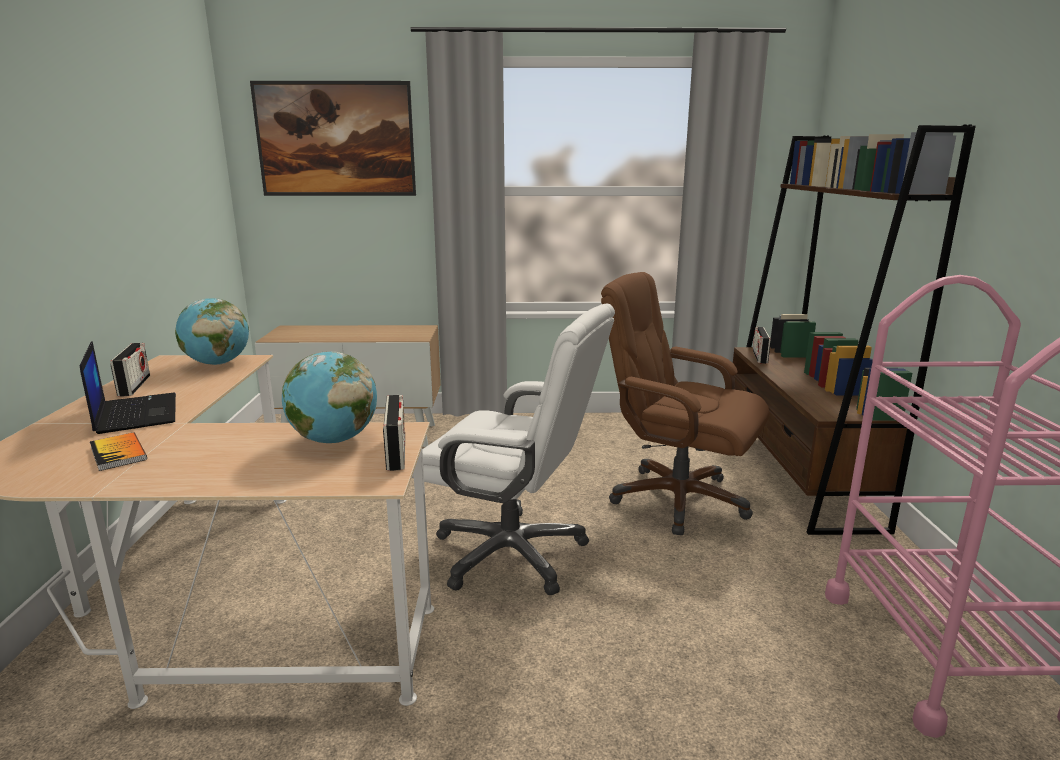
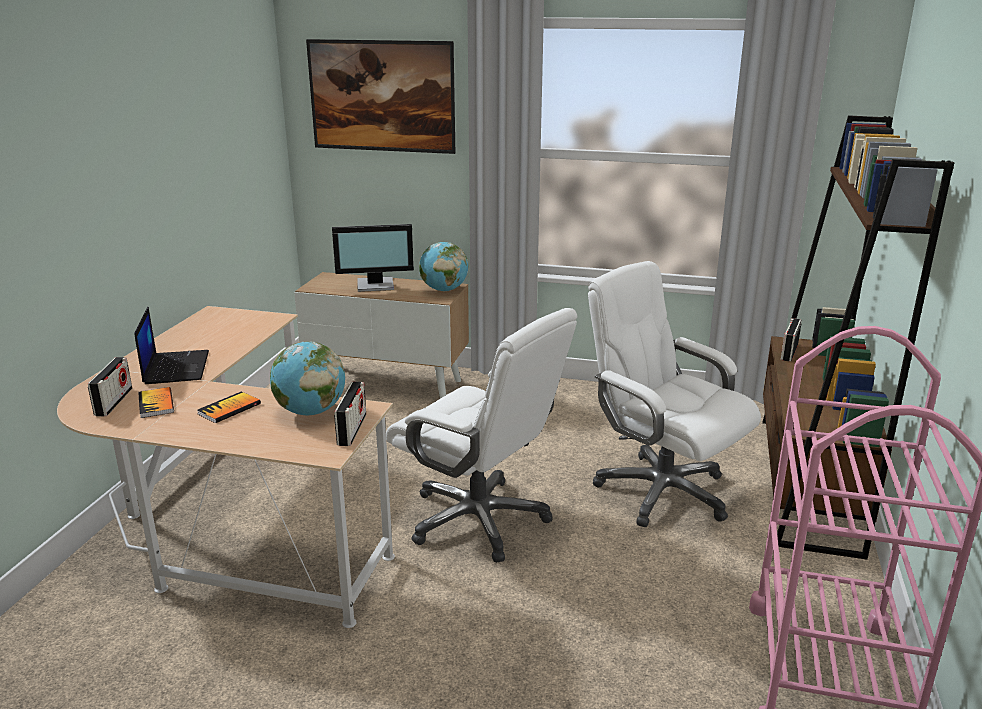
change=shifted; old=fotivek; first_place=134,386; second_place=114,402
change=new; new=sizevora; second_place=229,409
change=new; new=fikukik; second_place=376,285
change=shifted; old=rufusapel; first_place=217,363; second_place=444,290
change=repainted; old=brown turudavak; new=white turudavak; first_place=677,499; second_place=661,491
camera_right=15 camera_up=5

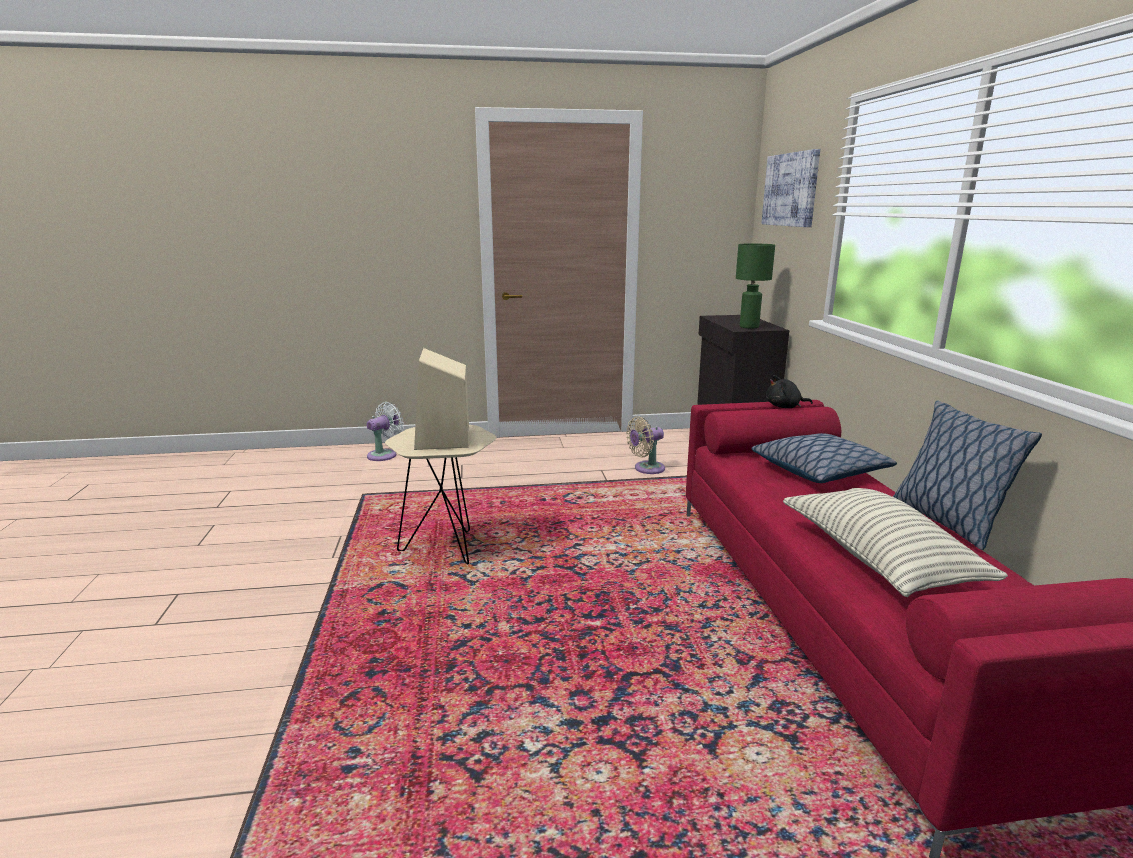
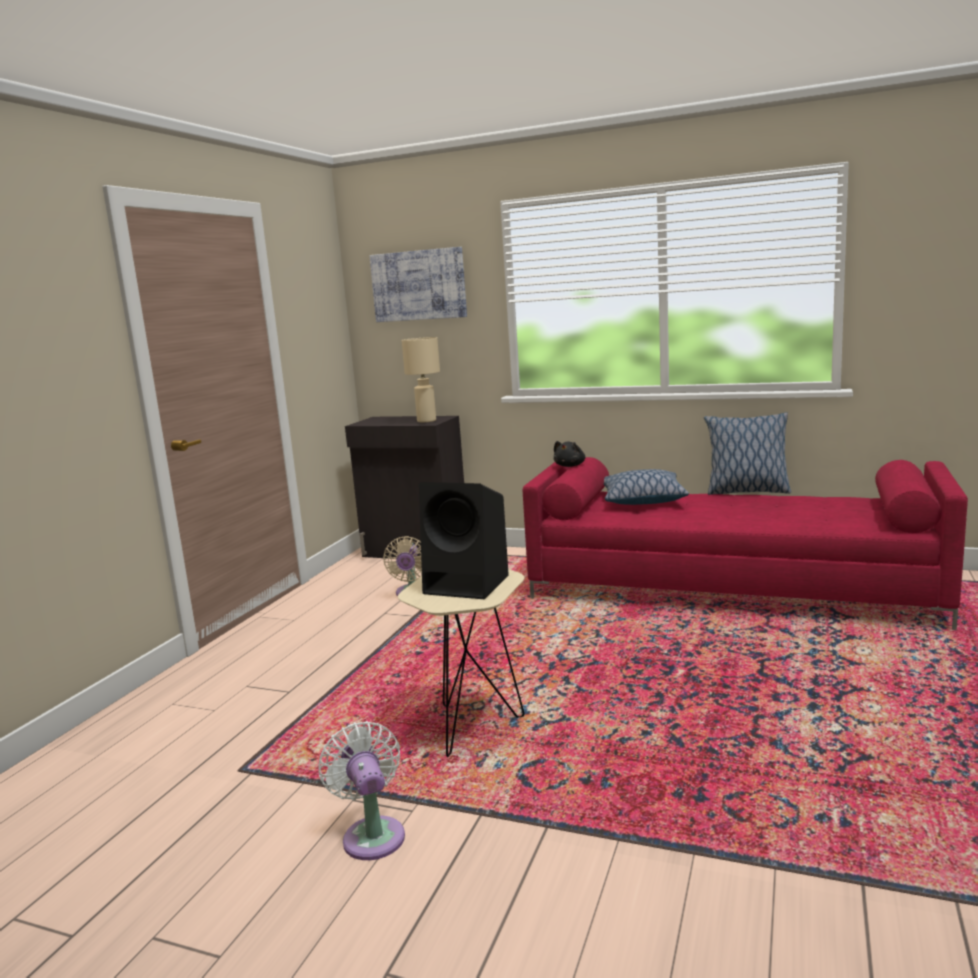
change=shifted; old=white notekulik; first_place=384,454; second_place=372,834
change=repainted; old=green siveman; new=beige siveman; first_place=749,327; second_place=427,421
change=repainted; old=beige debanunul; new=black debanunul; first_place=443,440; second_place=469,584
change=gone; old=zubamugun; first_place=878,560
camera_right=-60 camera_up=-5

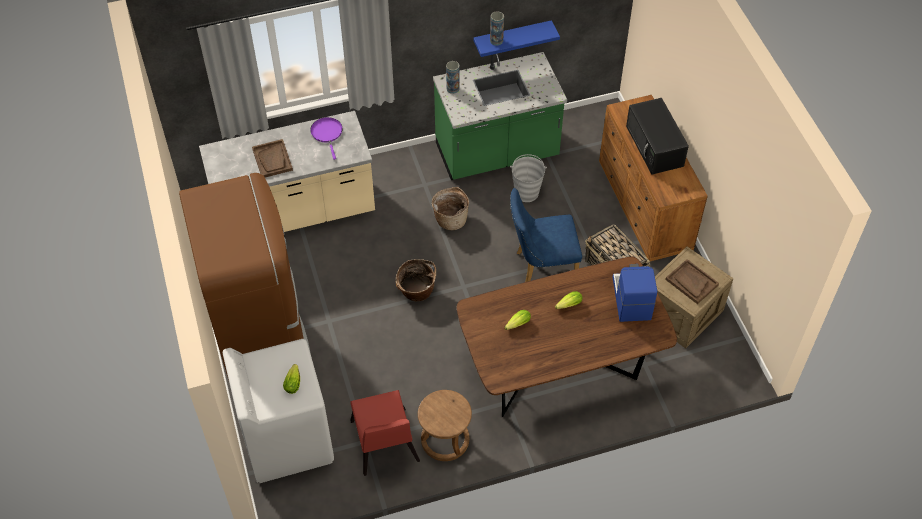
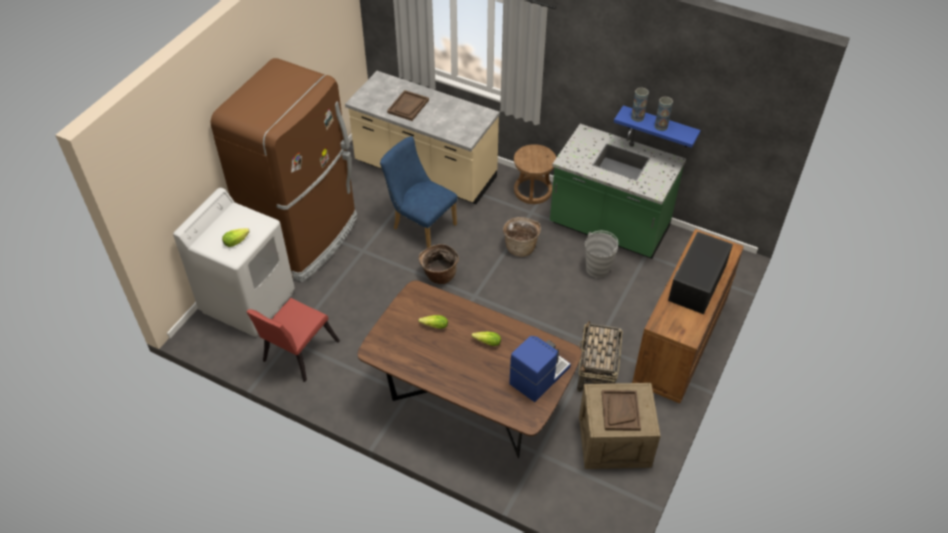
change=shifted; old=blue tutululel; first_place=541,266; second_place=420,225
change=shifted; old=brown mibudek; first_place=445,440; second_place=532,191
change=shifted; old=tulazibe; first_place=453,88; second_place=661,126
change=gone; old=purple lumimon; first_place=327,134
camera_right=45 camera_up=-5

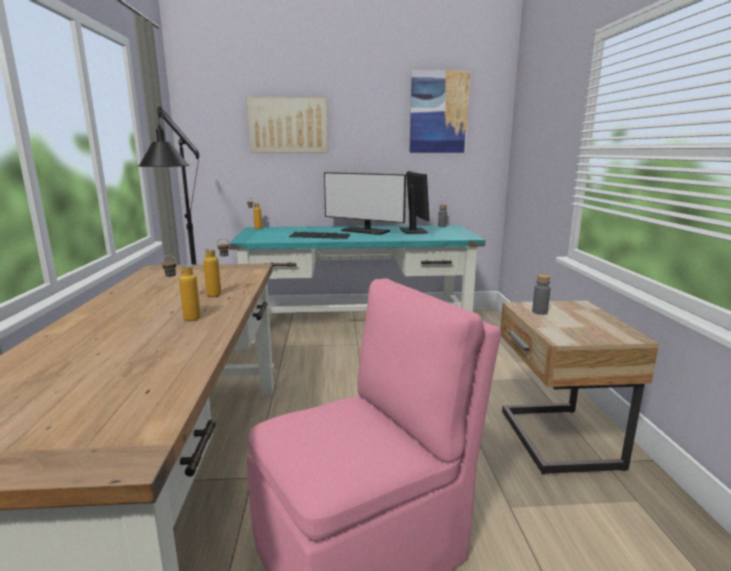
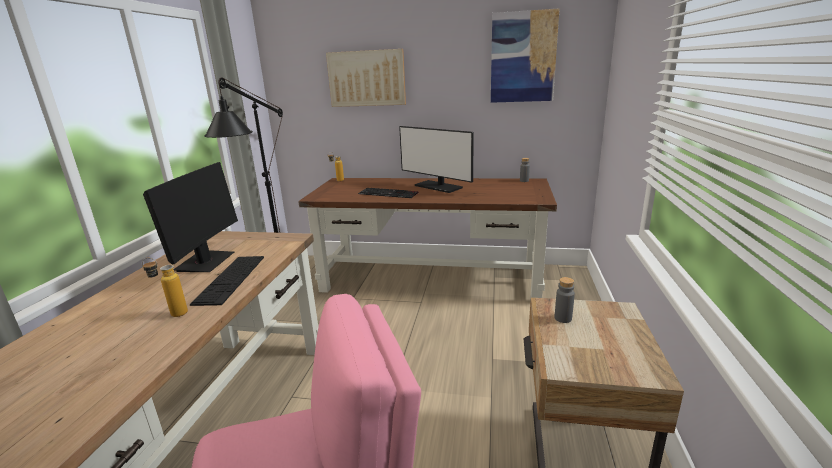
change=shifted; old=fikukik; first_place=413,231; second_place=205,262
change=swapped; old=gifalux; new=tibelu; first_place=220,294; second_place=230,279
change=repainted; old=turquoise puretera; new=brown puretera; first_place=358,325; second_place=432,278
camera_right=15 camera_up=5

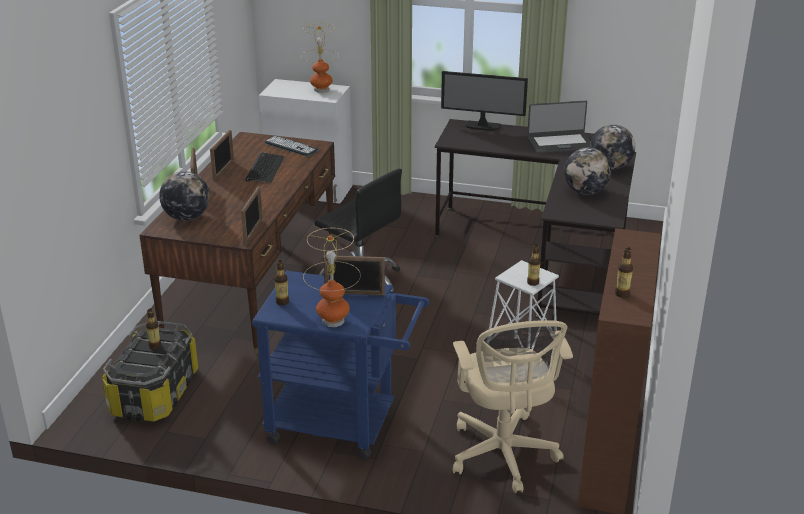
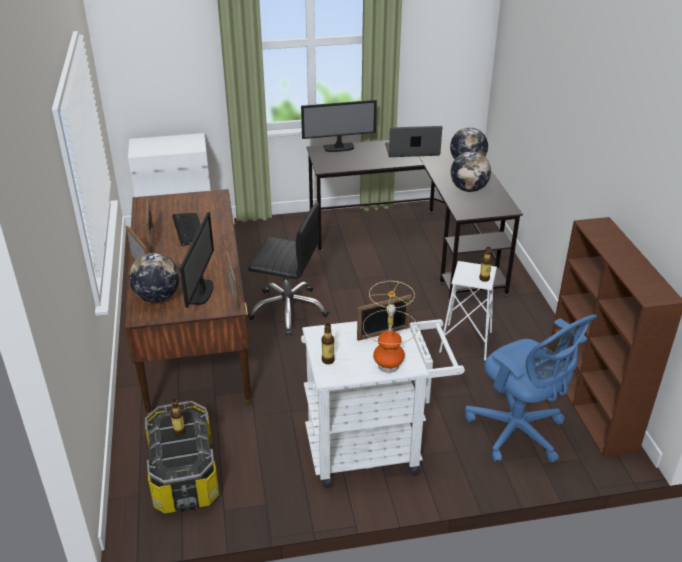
change=new; new=fikukik; second_place=202,292
change=repainted; old=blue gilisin; new=white gilisin; first_place=343,425; second_place=374,448
change=rotated; old=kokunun; first_place=560,143; second_place=412,150; degrees=-150
change=repainted; old=beige turudavak; new=blue turudavak; first_place=503,456; second_place=518,432
change=gone; old=tibelu; first_place=291,146
change=gone; old=siveman; first_place=321,89
change=gone; old=gifalux; first_place=622,294
camera_right=-25 camera_up=5

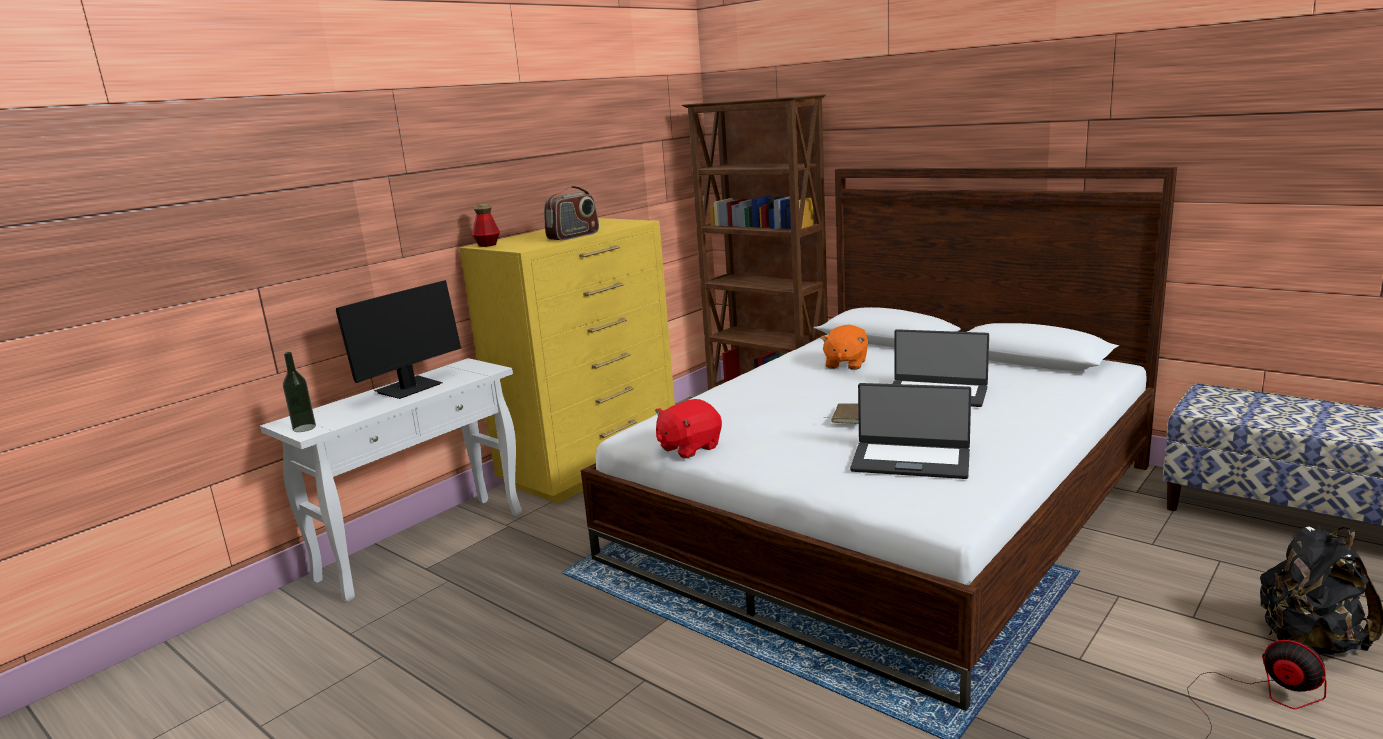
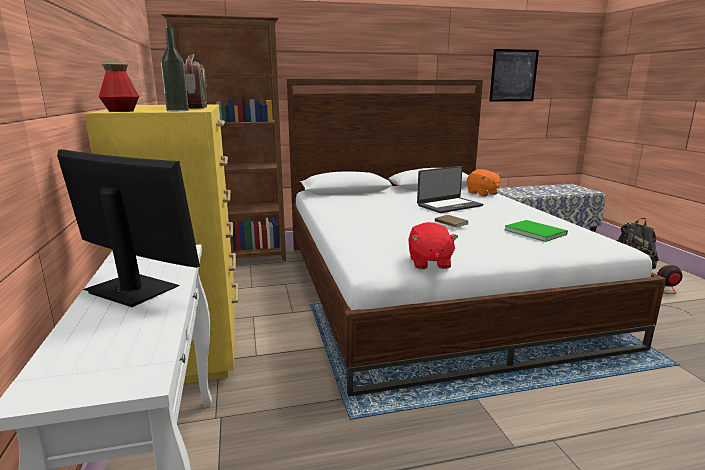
change=rotated; old=fikukik; first_place=409,388; second_place=132,290; degrees=-45
change=shifted; old=gifalux; first_place=304,428; second_place=177,110
change=shifted; old=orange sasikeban; first_place=845,364; second_place=482,193
change=new; new=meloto; second_place=513,75
change=swapped; old=kokunun; new=green sizevora; first_place=910,460; second_place=534,231
camera_right=-55 camera_up=0

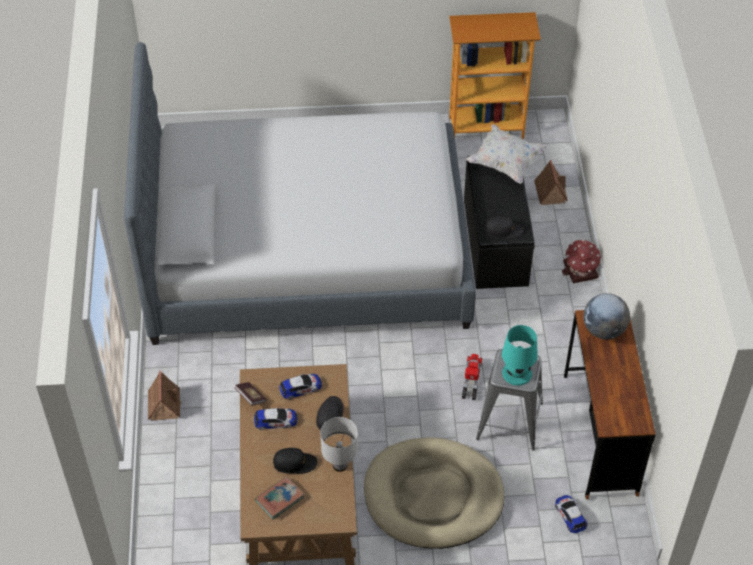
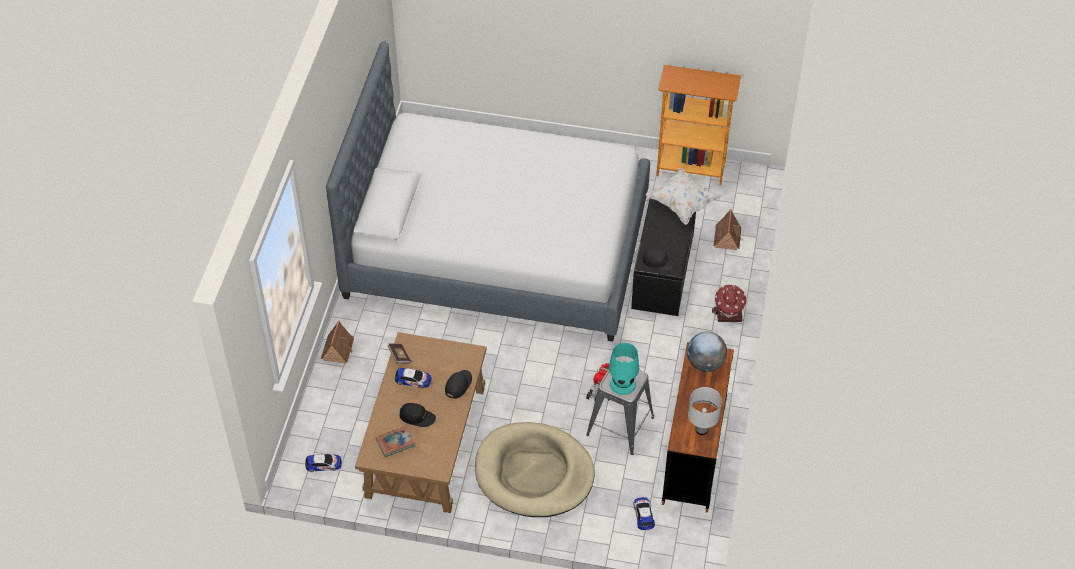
change=shifted; old=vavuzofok; first_place=301,388; second_place=323,464
change=shifted; old=white siveman; first_place=340,465; second_place=702,430
camera_right=15 camera_up=0

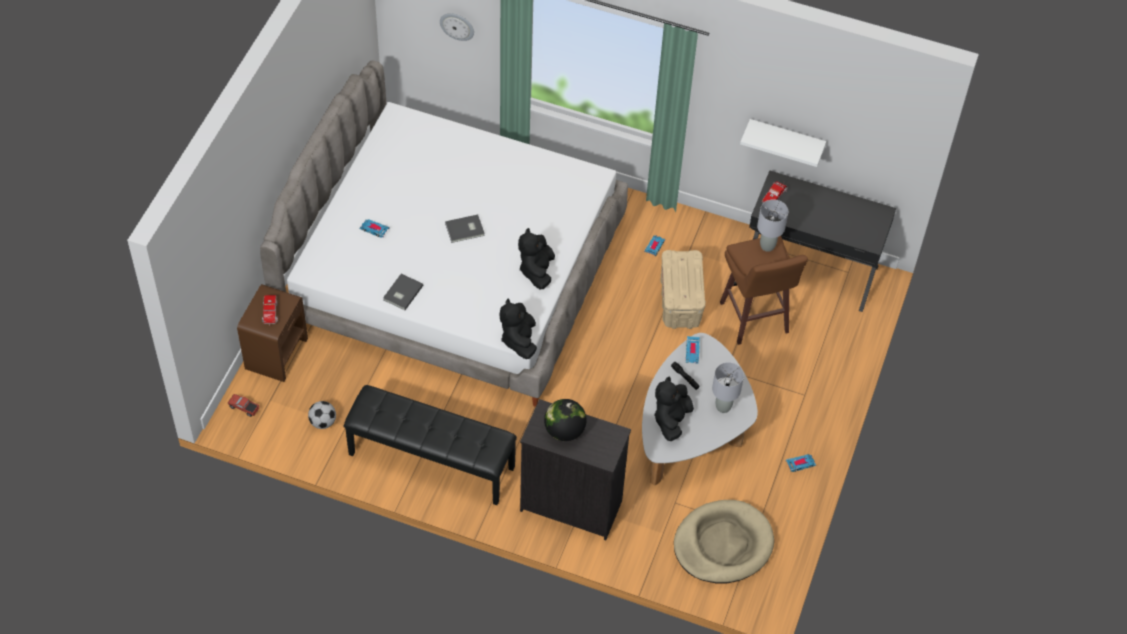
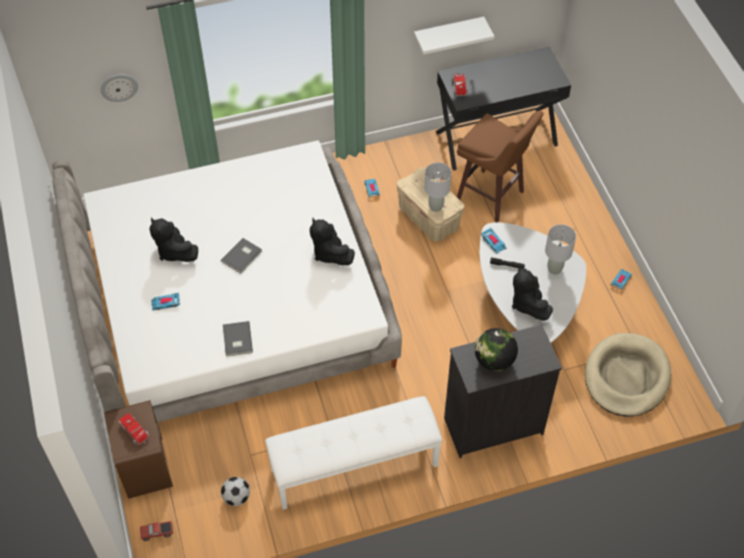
change=shifted; old=black sasikeban; first_place=519,340; second_place=174,251
change=repainted; old=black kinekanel; new=white kinekanel; first_place=431,461; second_place=354,467
change=shifted; old=grey siveman; first_place=767,246; second_place=435,207
camera_right=-35 camera_up=0

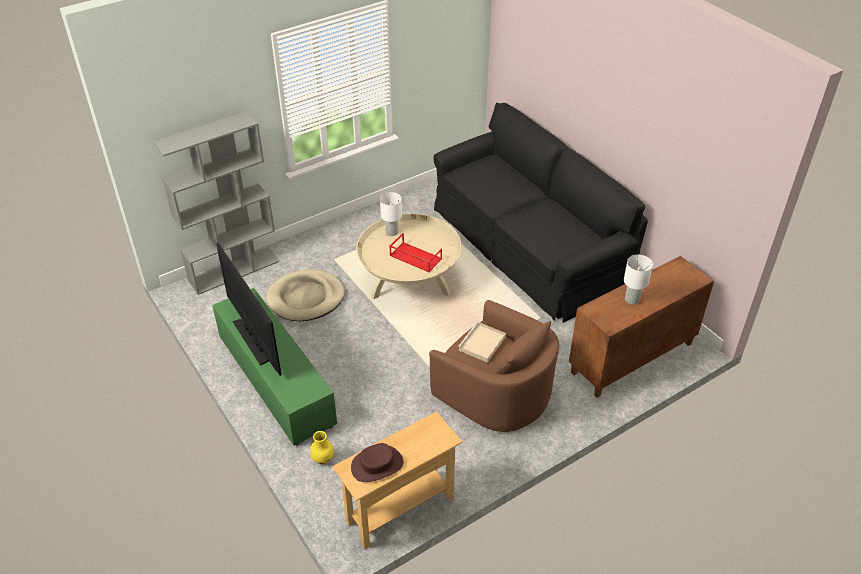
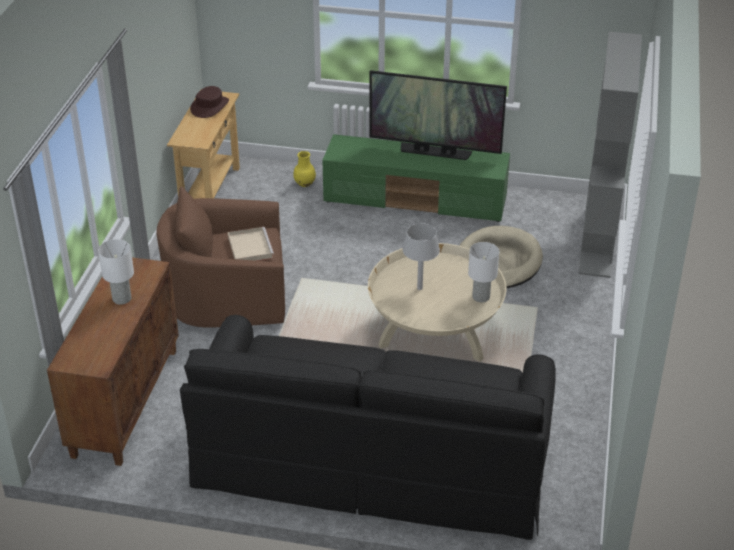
change=swapped; old=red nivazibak; new=grey siveman; first_place=415,257; second_place=420,288
camera_right=135 camera_up=-5

